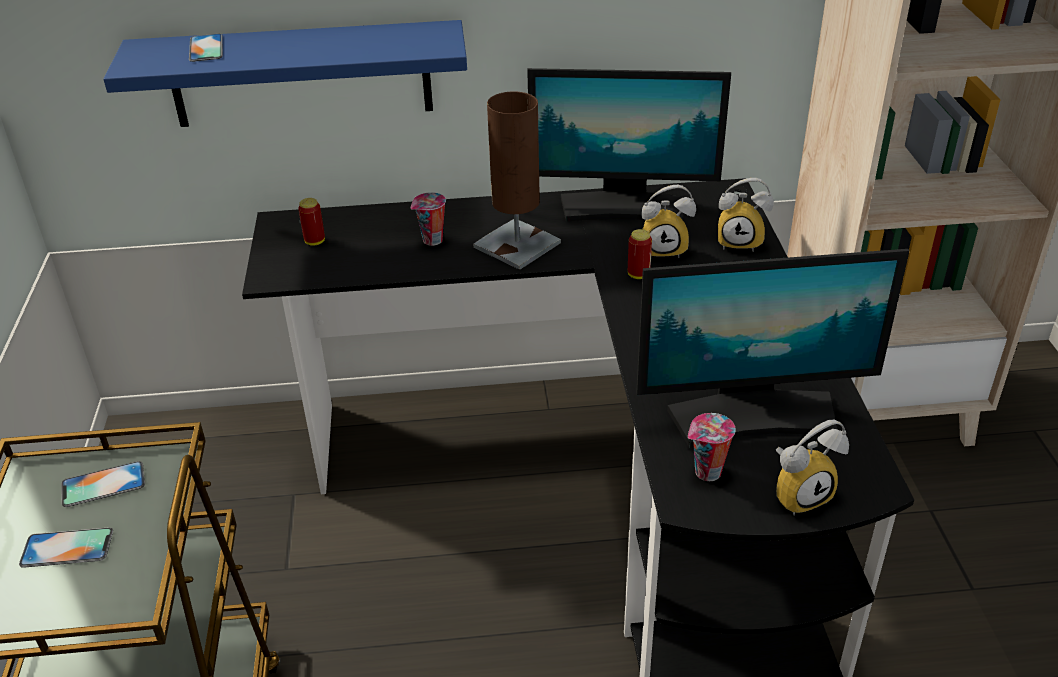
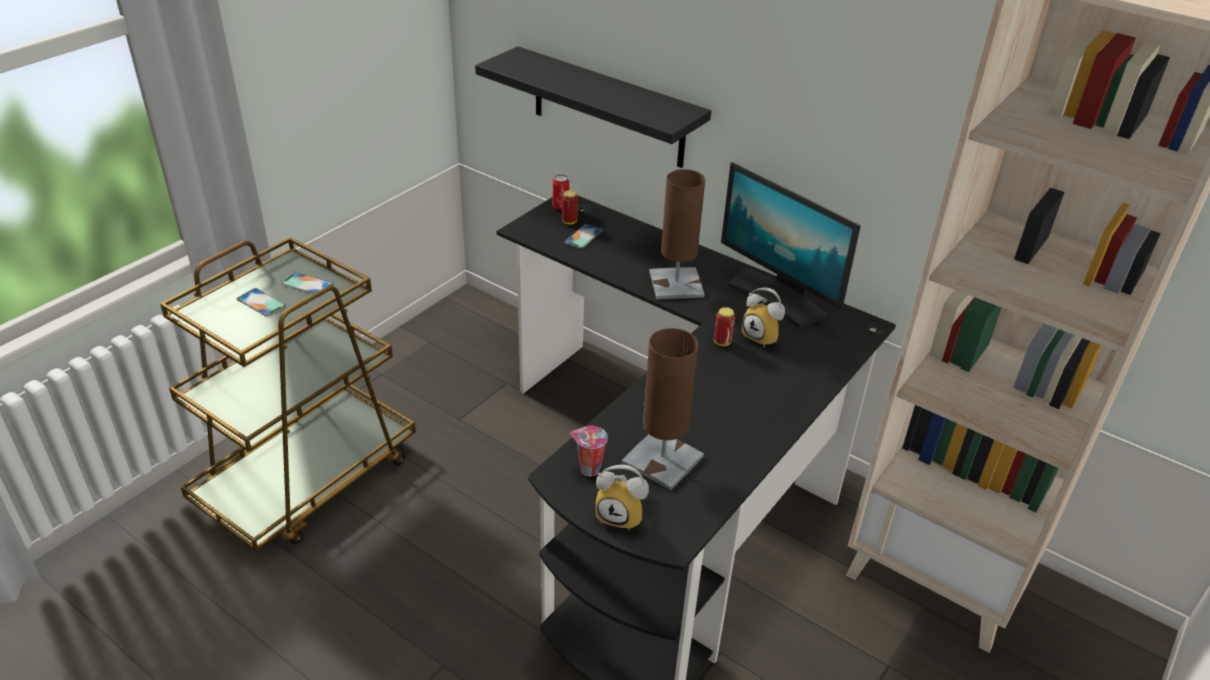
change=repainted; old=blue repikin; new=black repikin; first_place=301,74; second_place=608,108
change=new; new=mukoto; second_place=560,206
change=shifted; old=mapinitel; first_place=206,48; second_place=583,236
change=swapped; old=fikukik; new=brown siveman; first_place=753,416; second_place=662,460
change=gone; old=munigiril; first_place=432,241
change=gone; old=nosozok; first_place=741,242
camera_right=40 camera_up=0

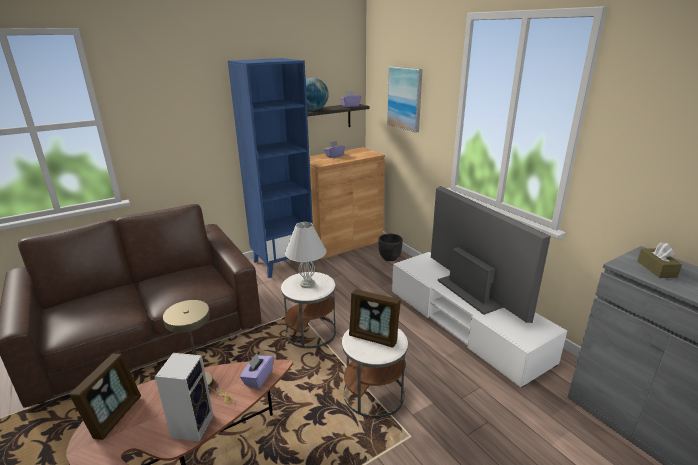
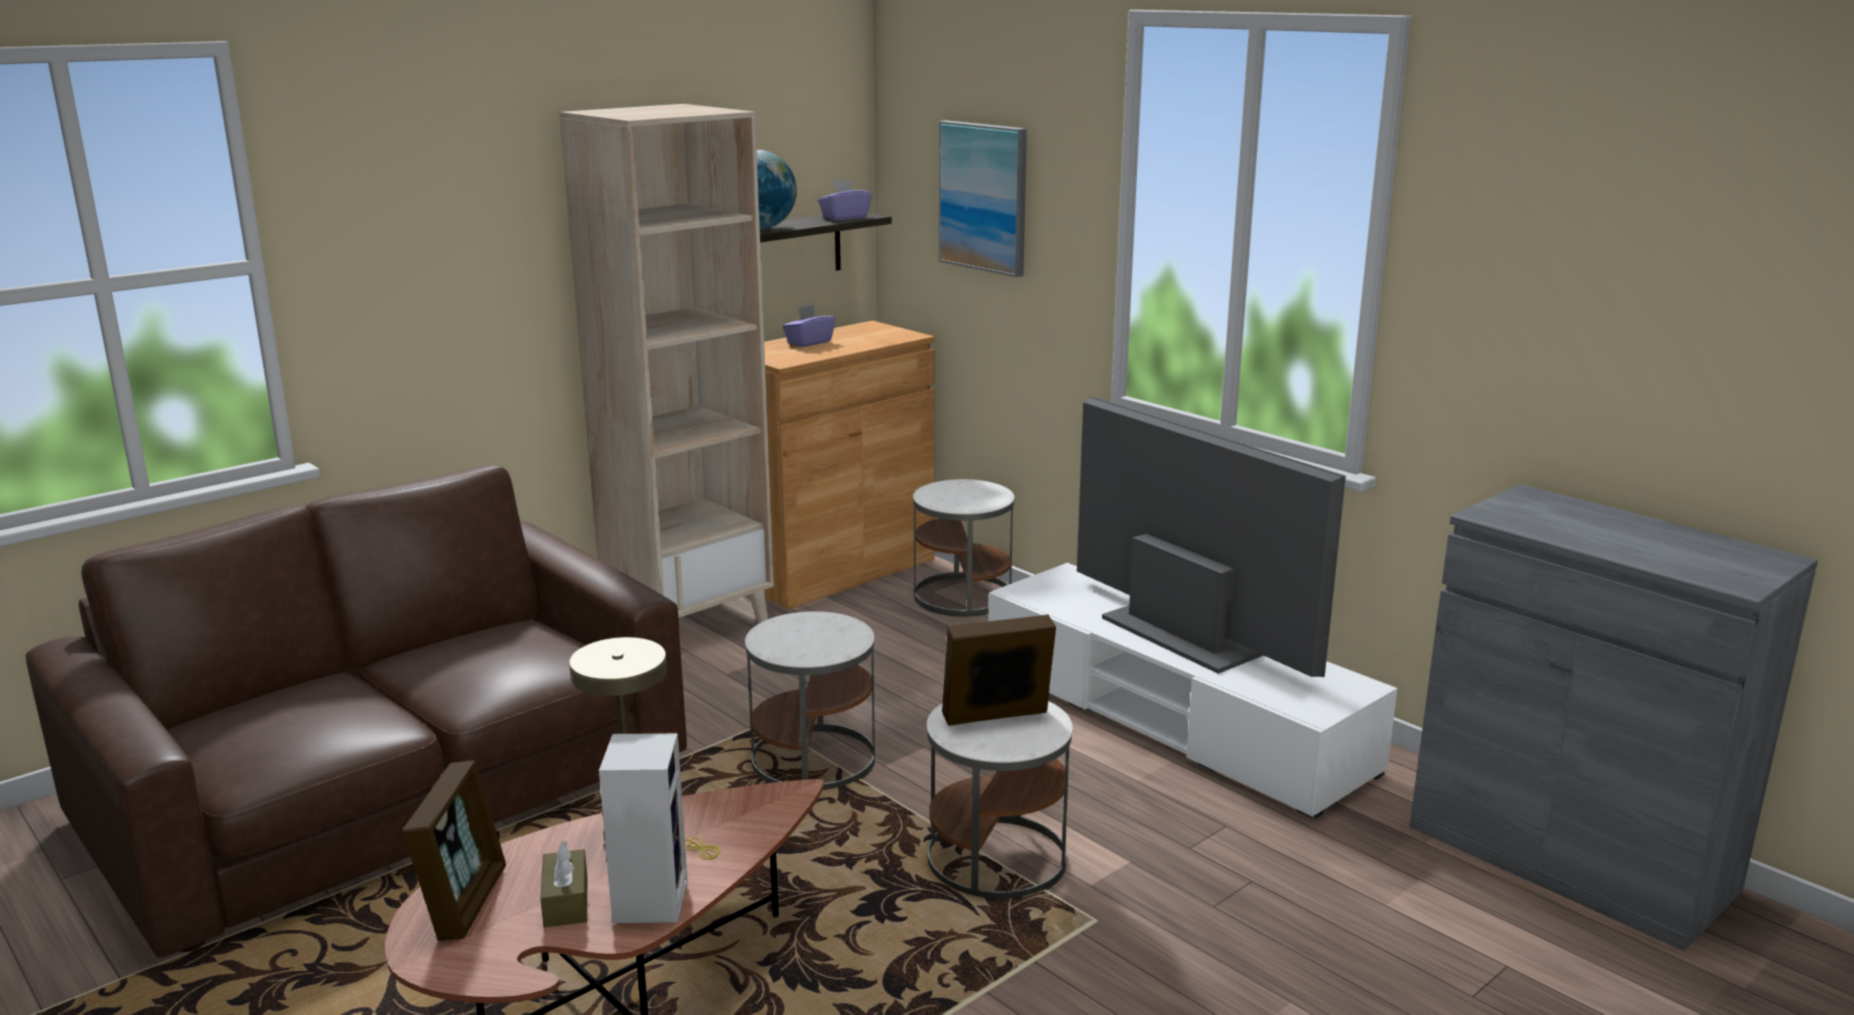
change=shifted; old=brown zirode; first_place=656,269; second_place=566,902
change=repainted; old=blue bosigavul; new=beige bosigavul; first_place=283,262; second_place=689,623
change=swapped; old=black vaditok; new=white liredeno; first_place=389,258; second_place=962,596
change=rotated; old=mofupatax; first_place=374,337; second_place=996,718; degrees=150
change=gone; old=purple zirode; first_place=258,378
change=gone; old=white siveman; first_place=307,284
camera_right=-10 camera_up=-5

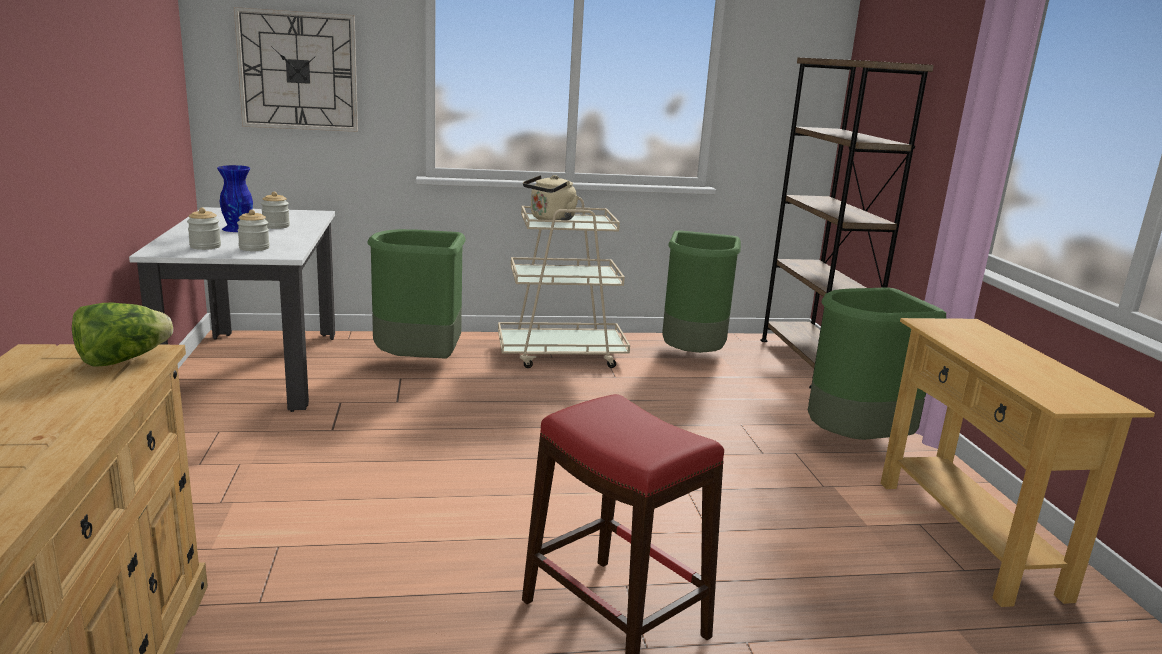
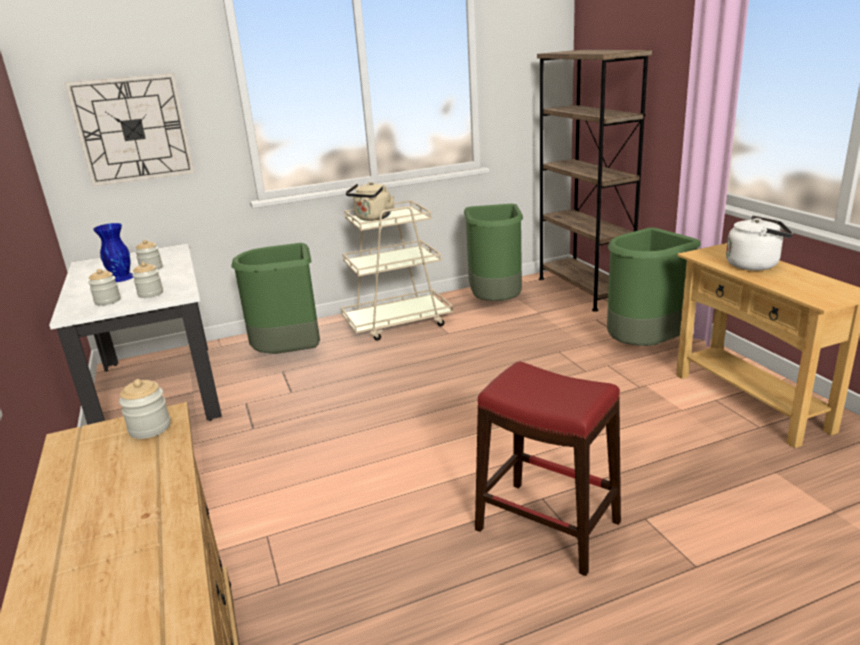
change=swapped; old=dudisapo; new=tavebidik; first_place=123,360; second_place=150,428
change=new; new=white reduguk; second_place=755,265
camera_right=-10 camera_up=5

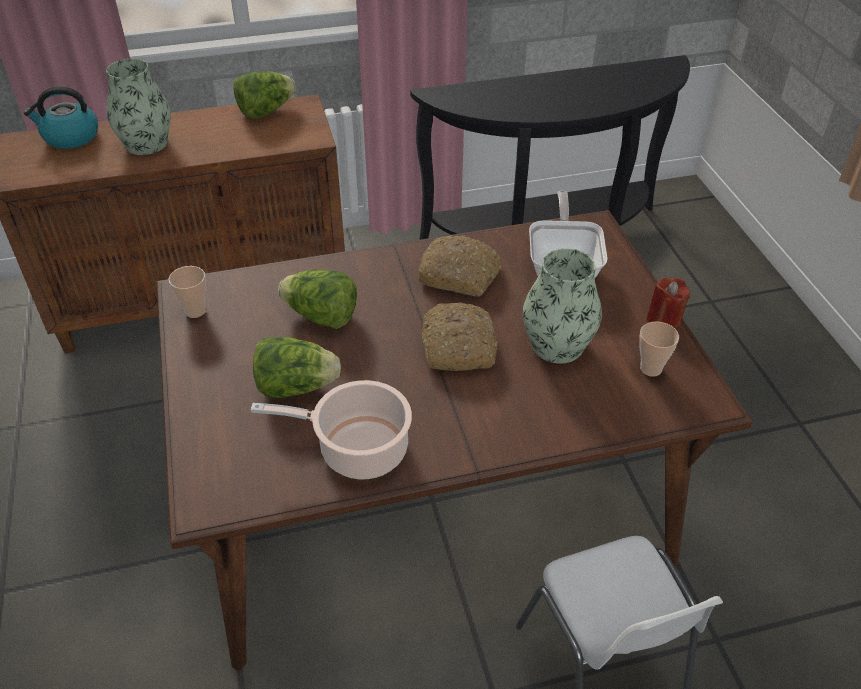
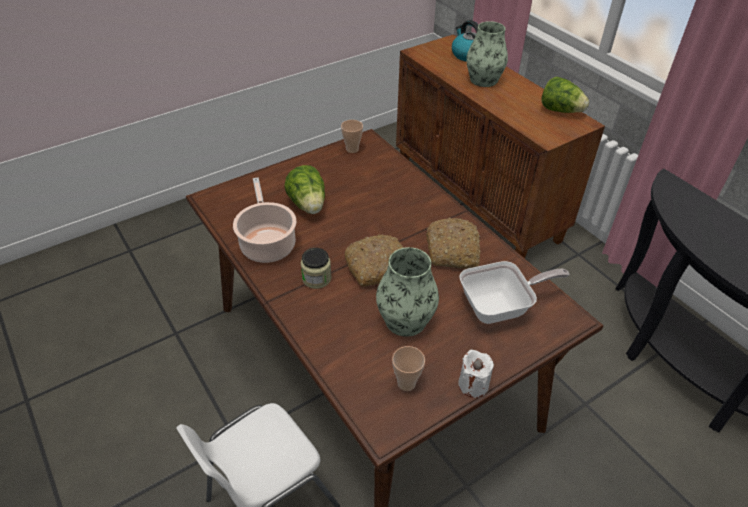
change=new; new=tavebidik; second_place=316,278
change=repainted; old=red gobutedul; new=white gobutedul; first_place=664,319; second_place=473,384
change=gone; old=dudisapo; first_place=321,317
camera_right=70 camera_up=0

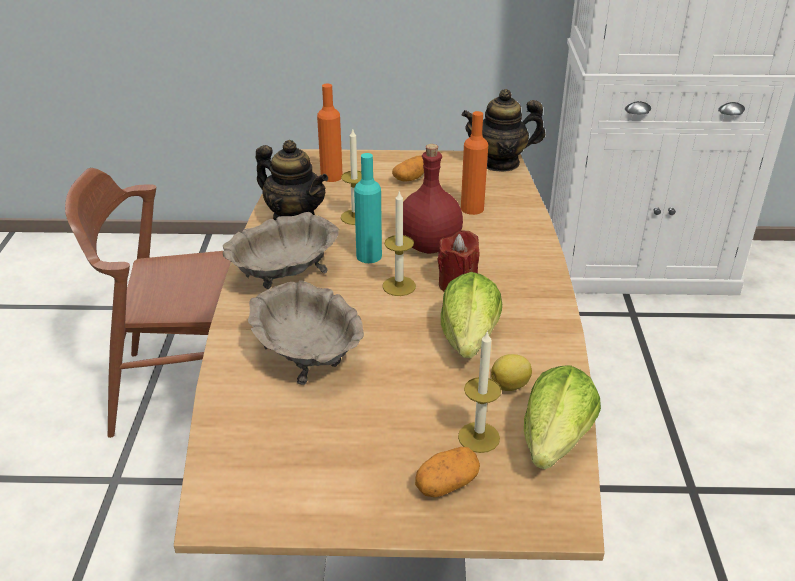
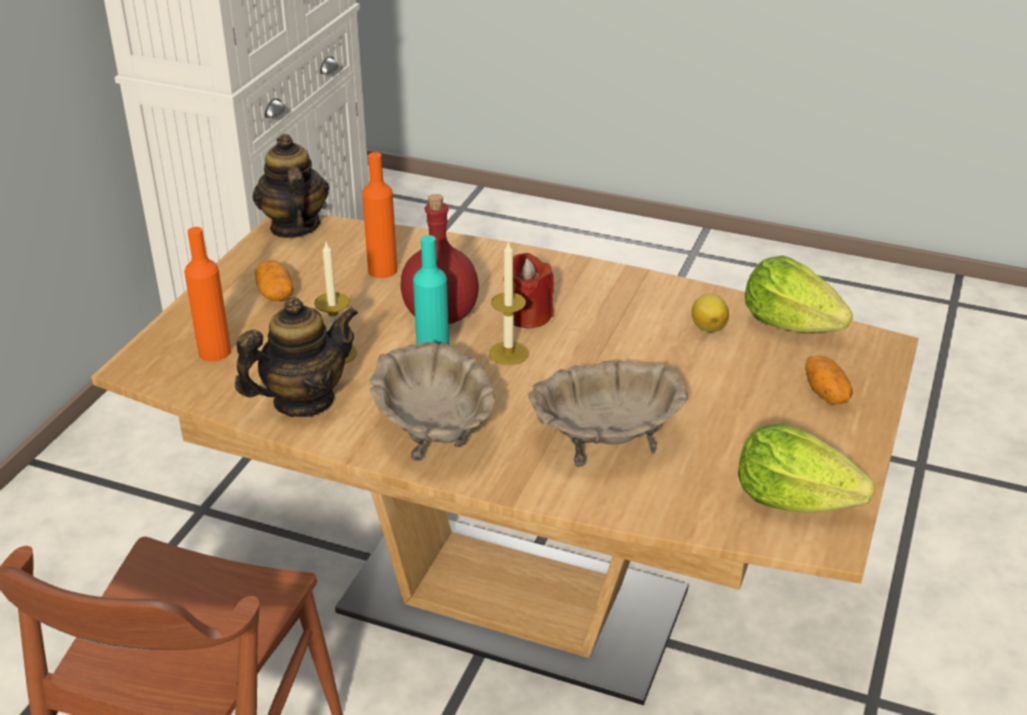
change=rotated; old=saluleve; first_place=500,163; second_place=294,226; degrees=150
change=shifted; old=dudisapo; first_place=469,339; second_place=793,499
change=gone; old=gobutedul; first_place=478,437
camera_right=-70 camera_up=0

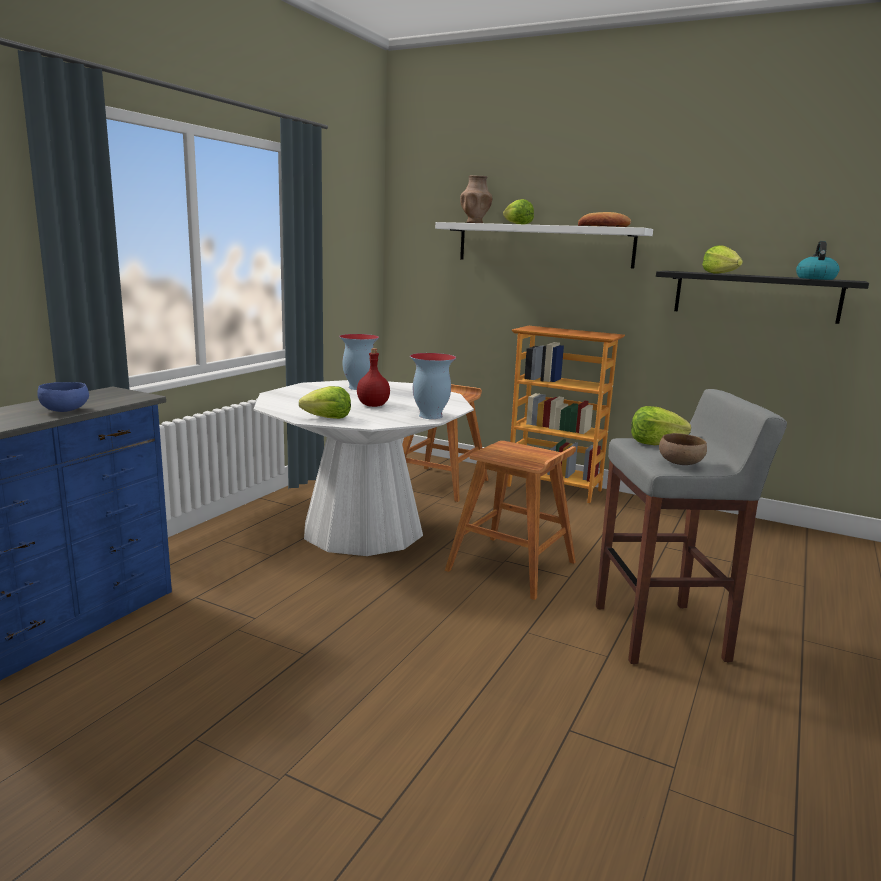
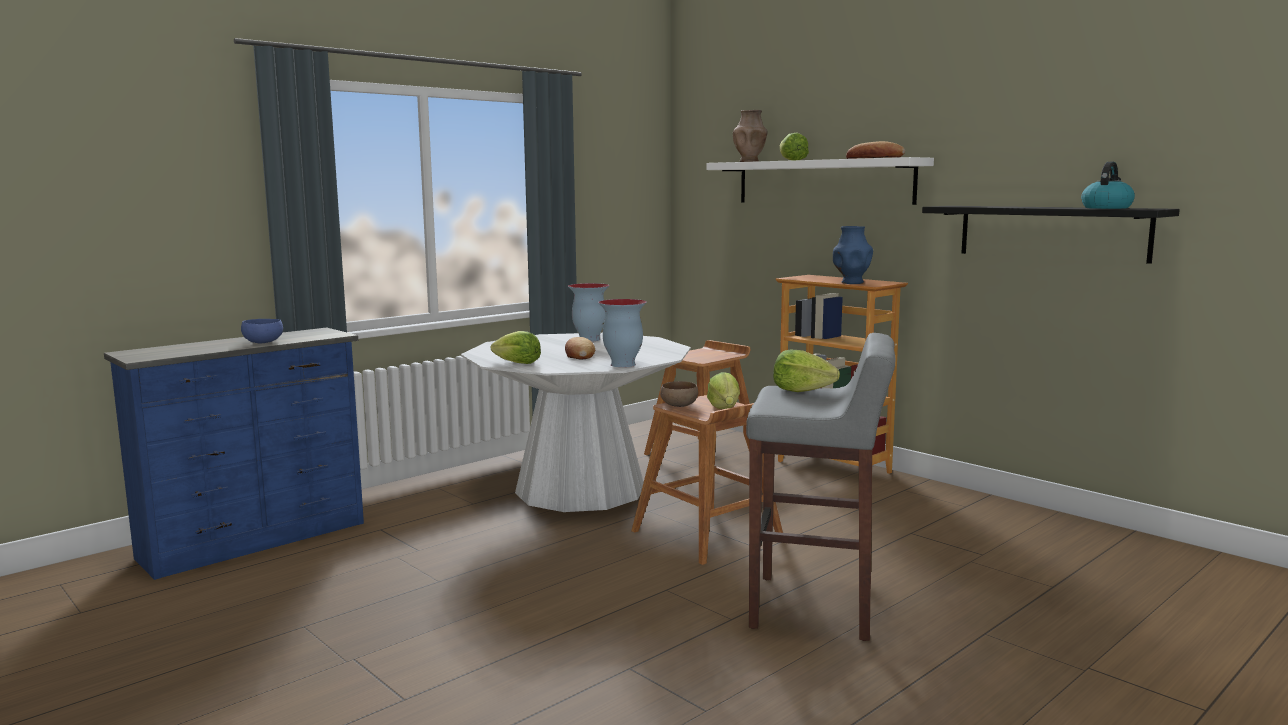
change=swapped; old=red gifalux; new=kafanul; first_place=373,405; second_place=579,354
change=shifted; old=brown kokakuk; first_place=681,464; second_place=679,406
change=shifted; old=dudisapo; first_place=720,273; second_place=724,408
change=new; new=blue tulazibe; second_place=851,283
camera_right=20 camera_up=-5

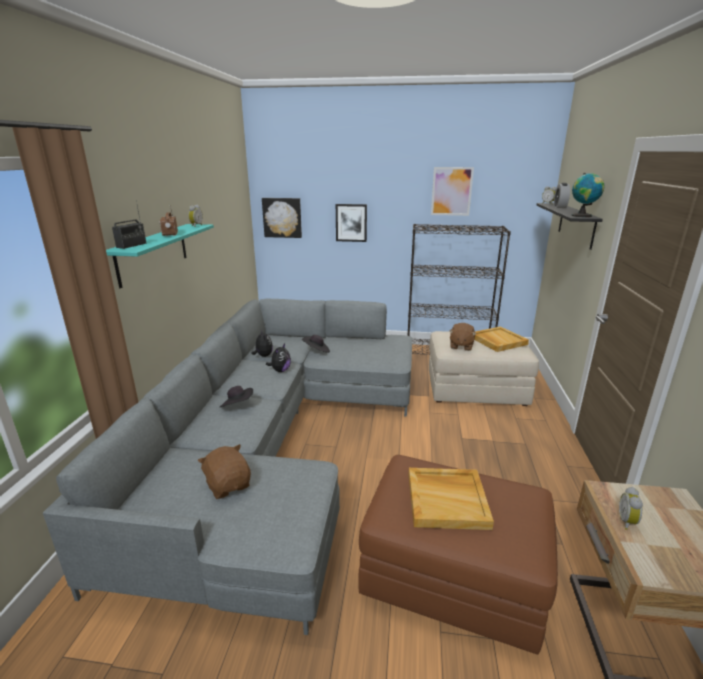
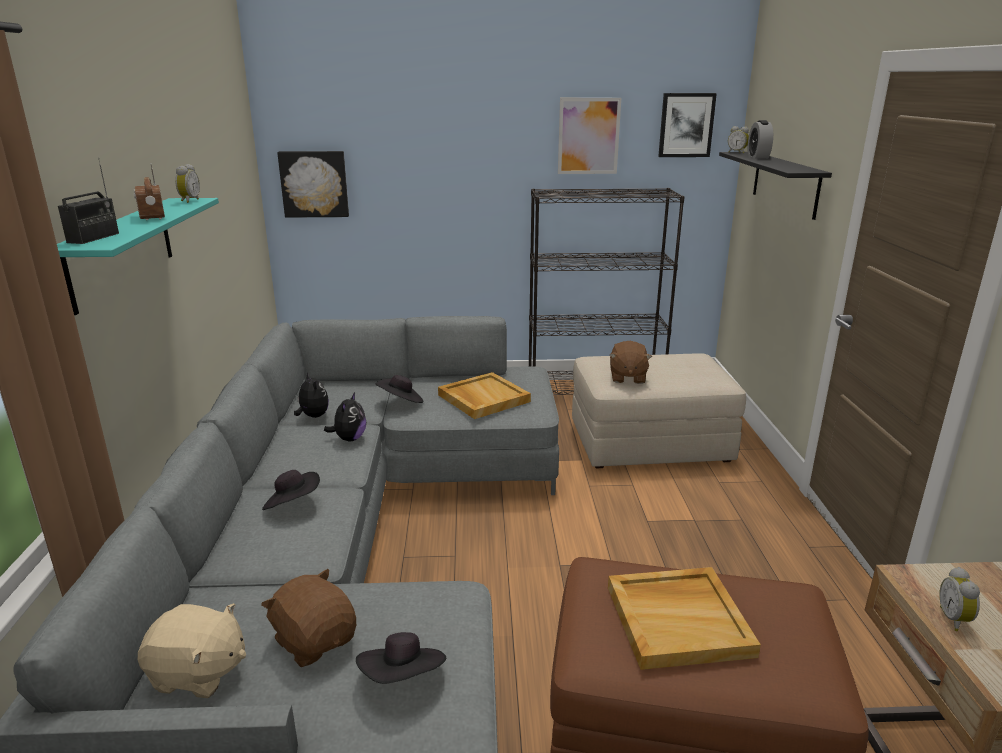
change=new; new=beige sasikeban; second_place=198,673
change=new; new=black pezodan; second_place=403,678
change=shifted; old=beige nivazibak; first_place=497,341; second_place=483,398
change=shifted; old=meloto; first_place=351,222; second_place=686,125
change=gone; old=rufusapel; first_place=583,216
camera_right=-10 camera_up=0

